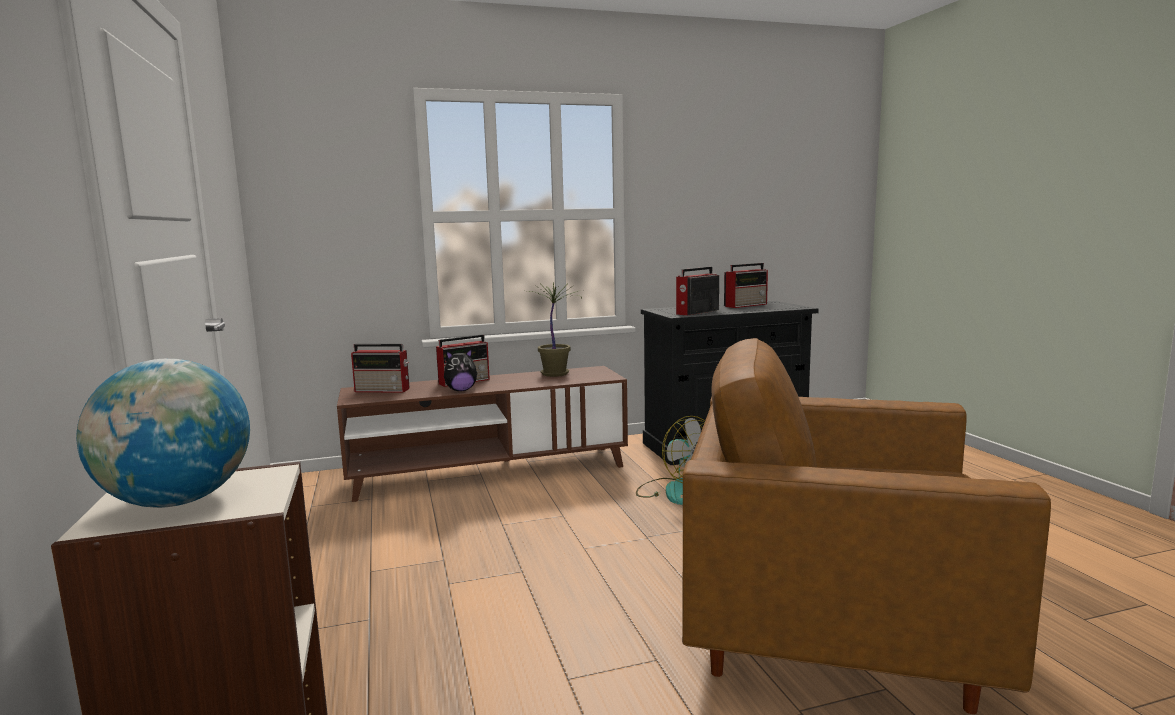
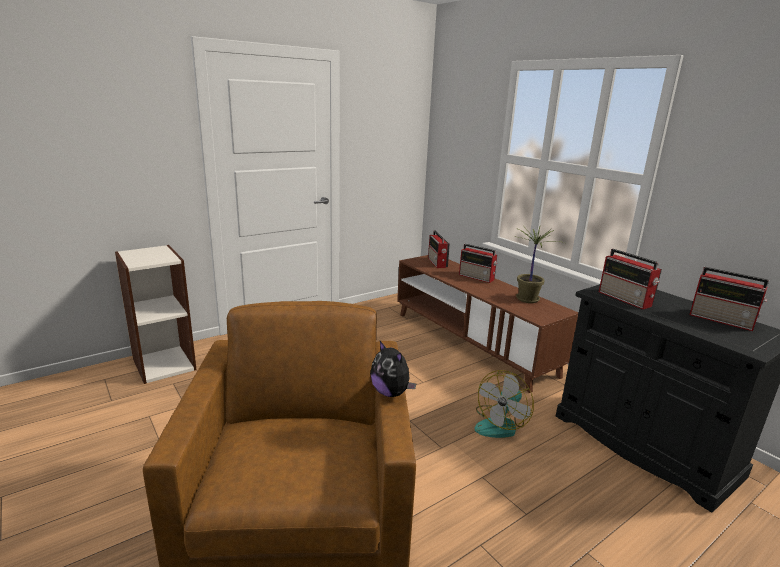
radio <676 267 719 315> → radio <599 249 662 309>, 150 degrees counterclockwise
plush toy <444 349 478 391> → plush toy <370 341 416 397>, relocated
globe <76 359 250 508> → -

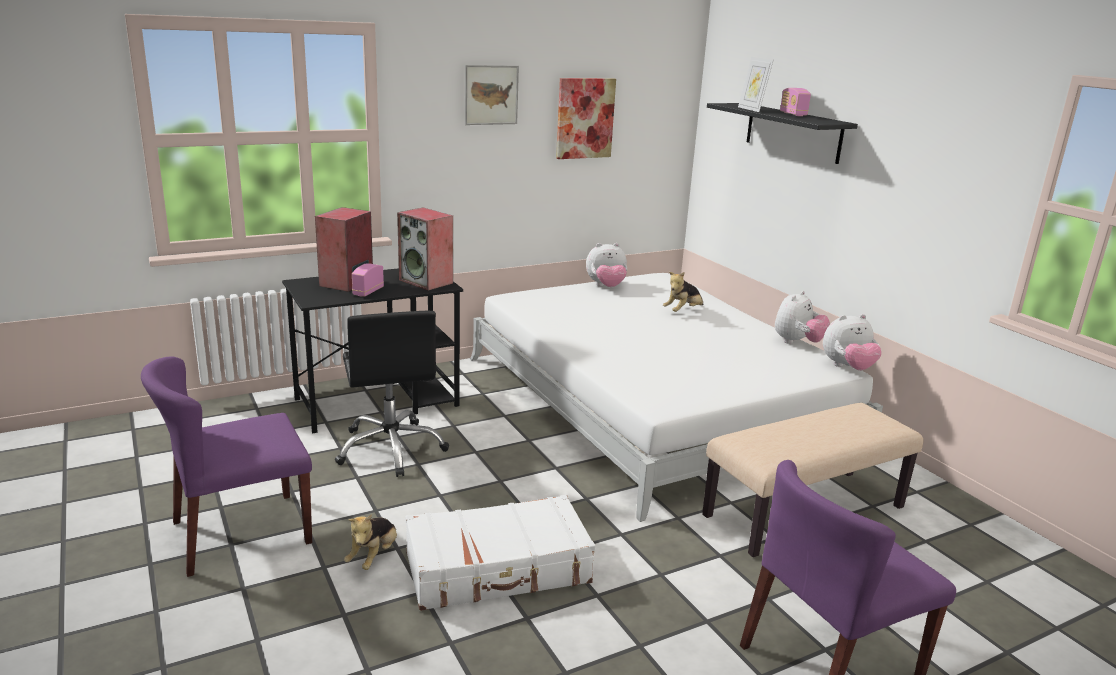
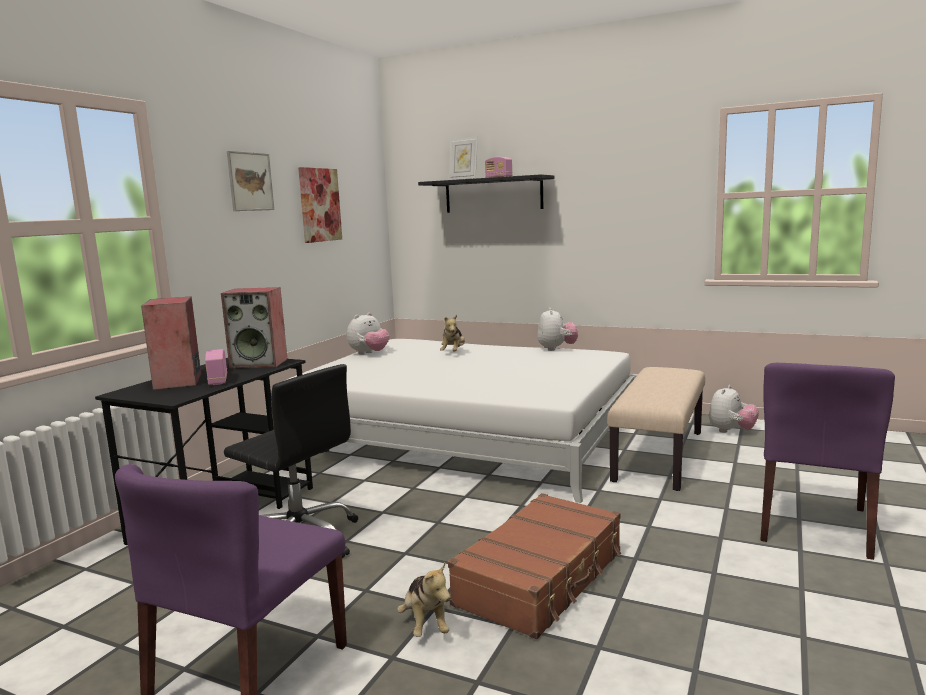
plush toy <823 314 882 370> → plush toy <709 385 759 433>, relocated
white suitcase <406 495 595 611> → brown suitcase <448 493 621 639>

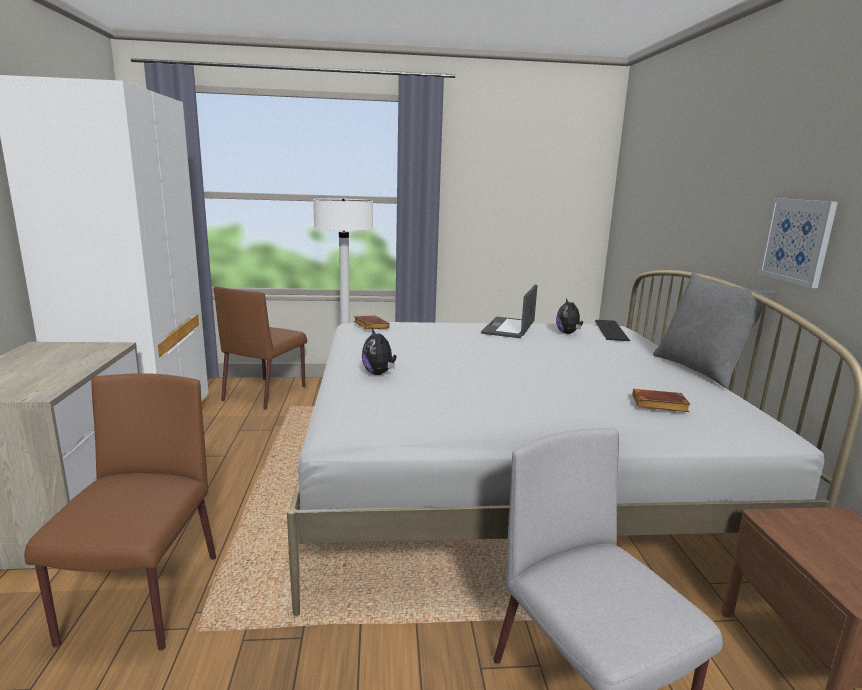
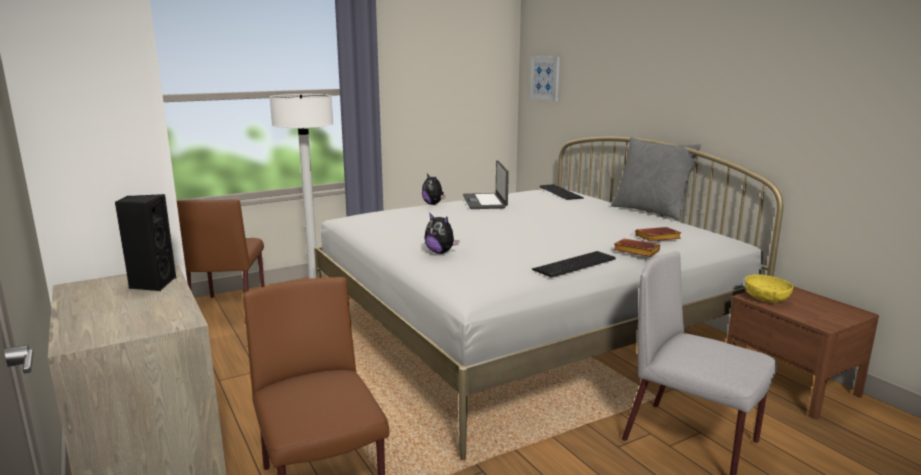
picture <758 198 838 288> → picture <530 56 560 101>, relocated
plush toy <556 298 583 334> → plush toy <422 174 445 205>, relocated
brown book <354 315 390 330> → brown book <613 239 660 257>, relocated
- → black speaker <115 194 176 291>
- → keyboard <532 251 616 278>
- → yellow bowl <745 274 793 303>

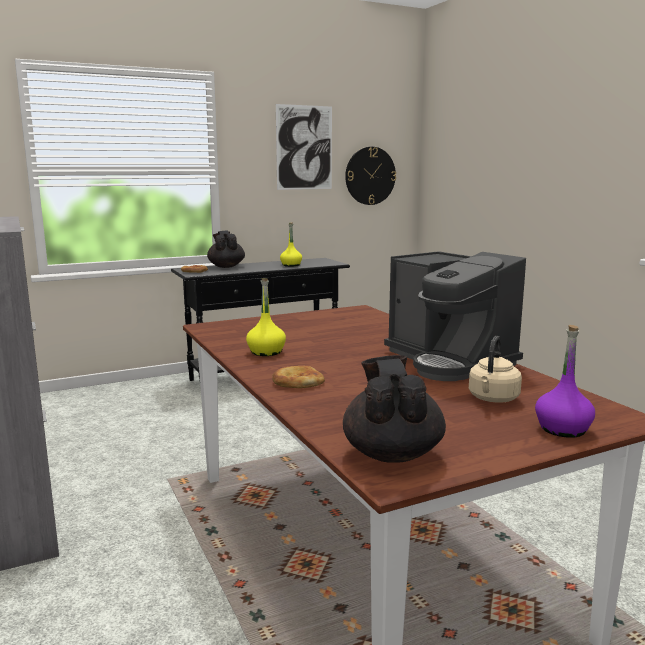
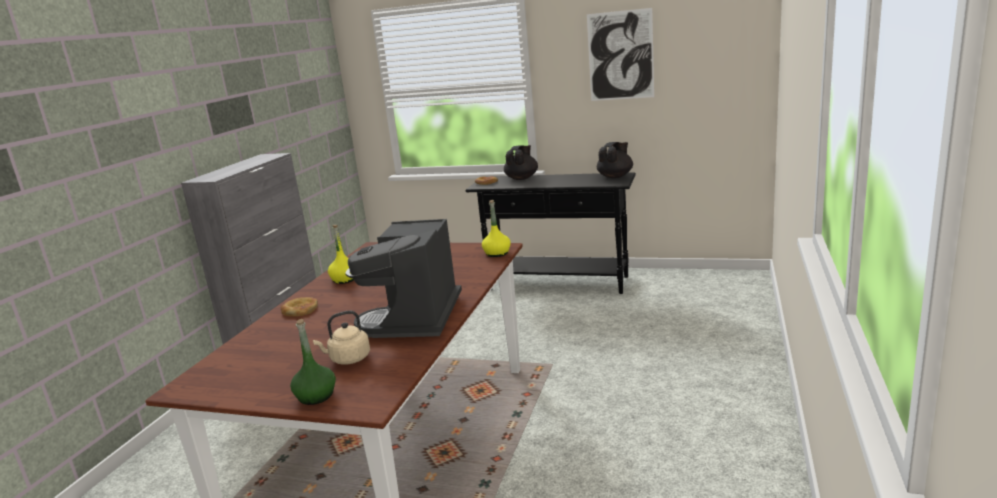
wall clock <345 147 396 205> → -
yellow bottle <280 222 302 267> → yellow bottle <482 200 511 257>, relocated
purple bottle <535 325 595 438> → green bottle <290 319 336 405>
black teapot <343 355 446 463> → black teapot <597 142 633 178>, relocated

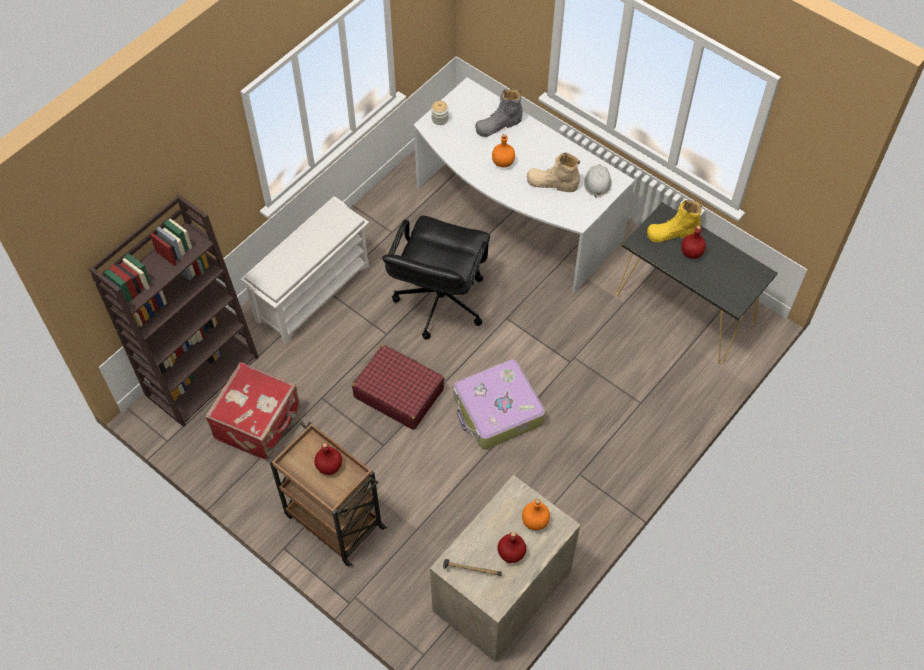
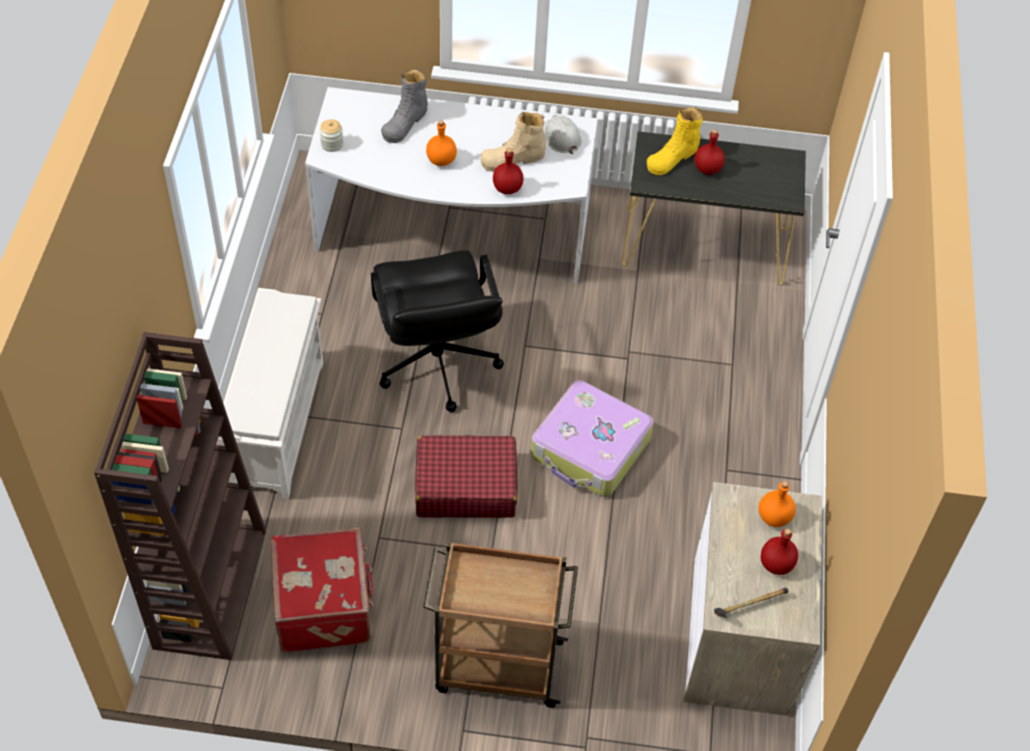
red bottle <314 443 342 475> → red bottle <493 148 523 194>, relocated

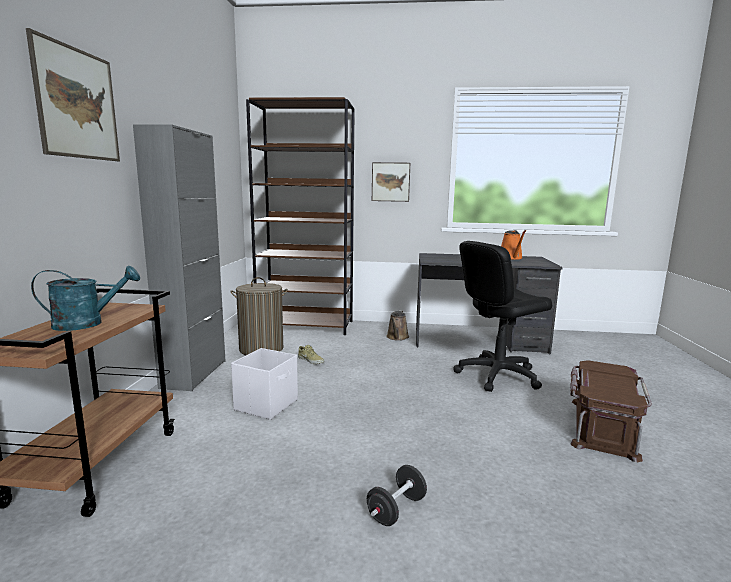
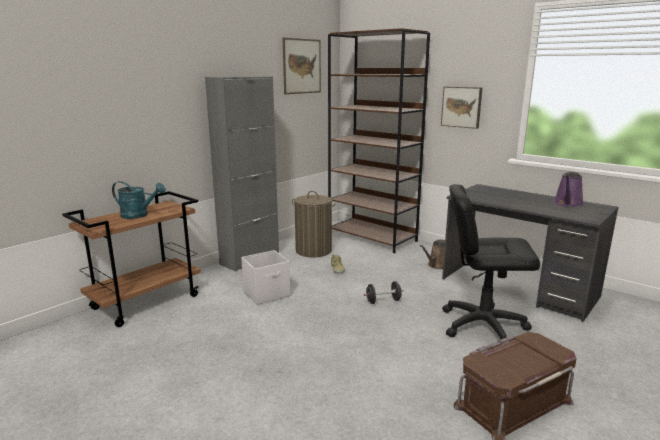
picture <26 28 120 161> → picture <283 38 321 94>, relocated
orange watering can <501 230 526 260> → purple watering can <553 172 584 207>
black dumbbell <367 465 427 526> → black dumbbell <364 281 404 304>, relocated

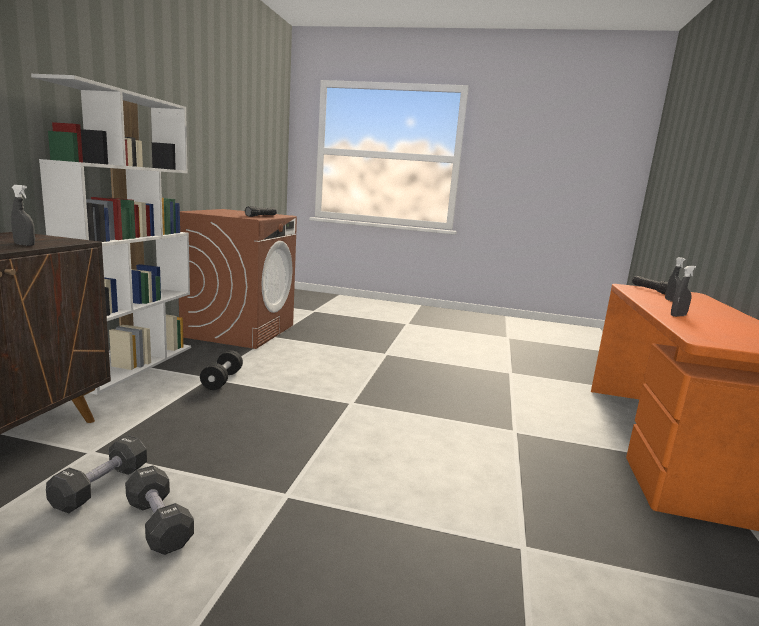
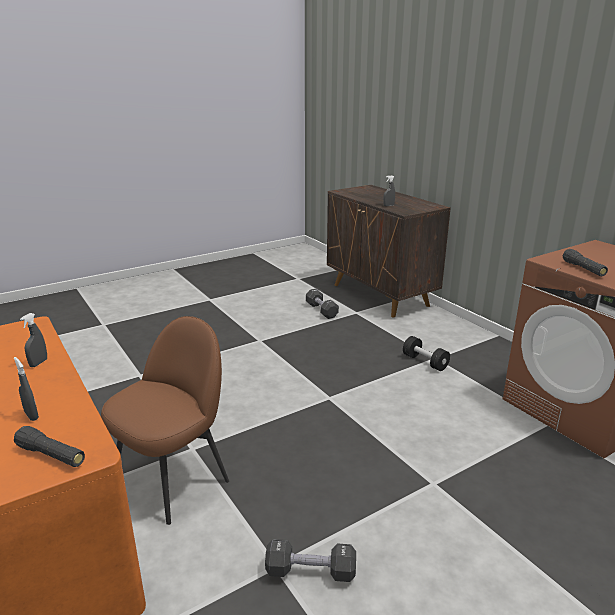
white bookcase <31 74 191 395> → -
black dumbbell <125 465 194 555> → black dumbbell <265 539 356 582>, relocated
- → brown chair <101 316 229 525>

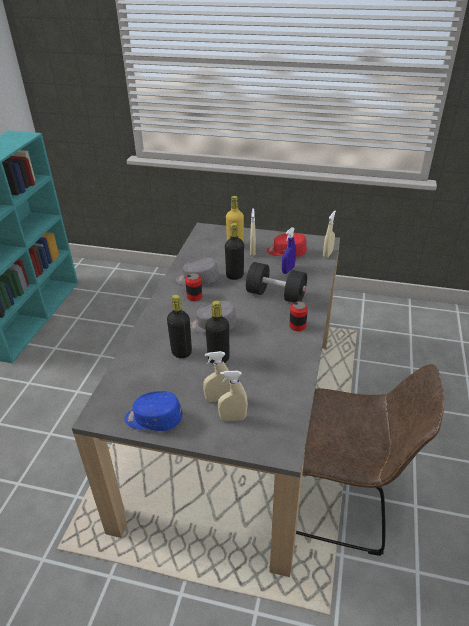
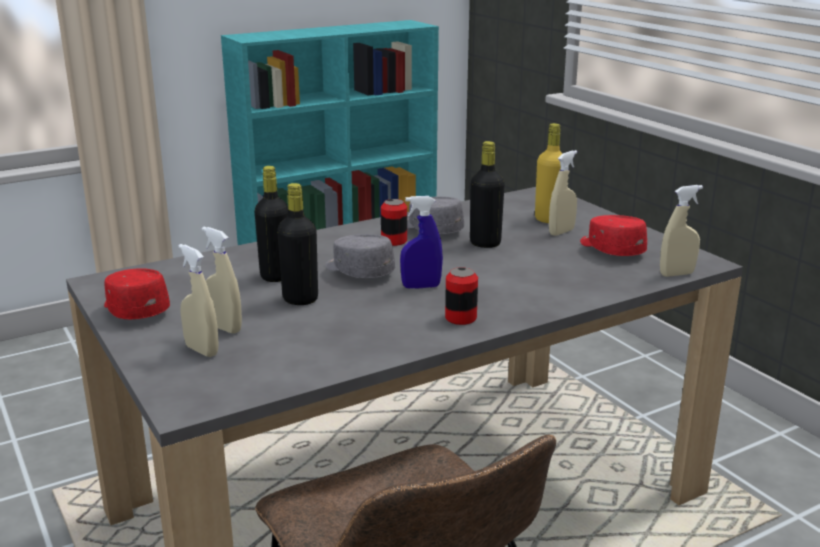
blue spray bottle <282 227 296 274> → blue spray bottle <400 196 443 289>, relocated
black dumbbell <246 262 307 303> → -
blue cap <125 391 182 431> → red cap <104 268 170 319>

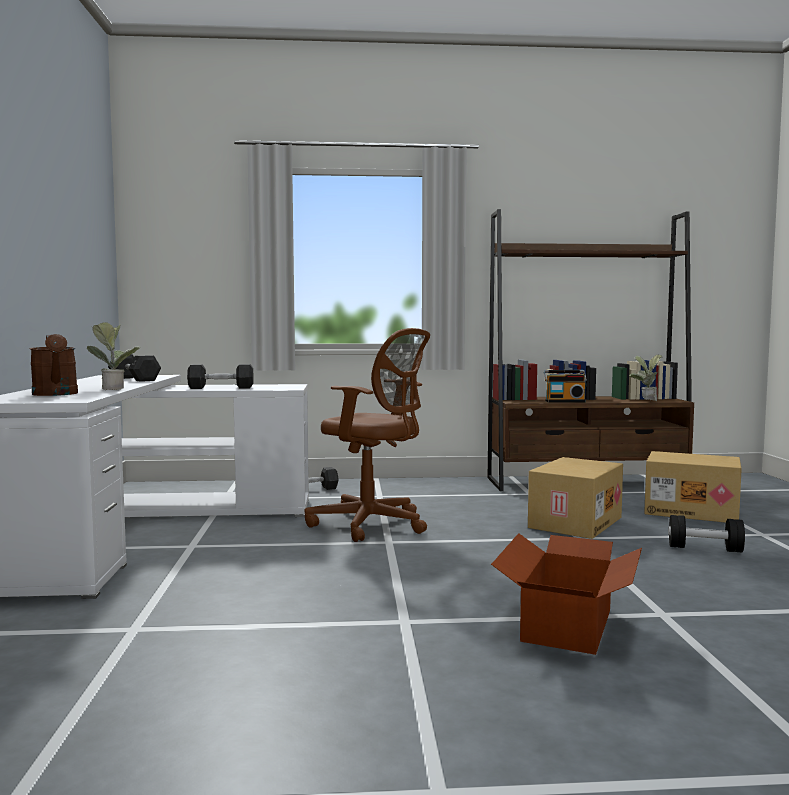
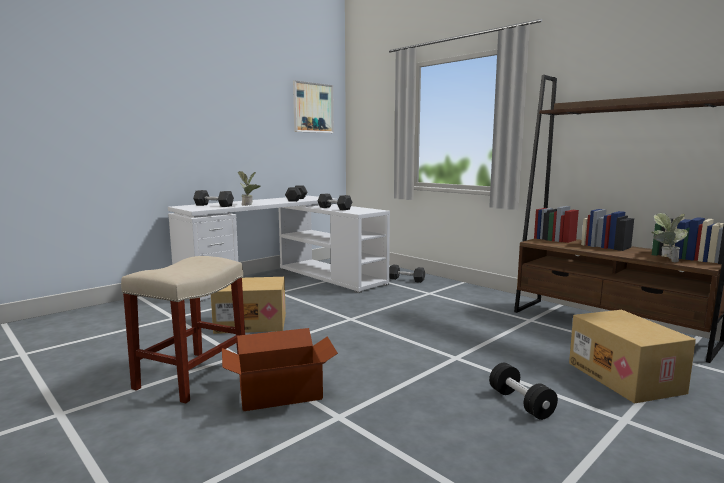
brown office chair <305 328 430 542> → -
brown watering can <30 334 78 396> → grey dumbbell <193 190 234 207>
radio <544 370 587 403> → -
cardboard box <528 457 623 539> → cardboard box <211 277 286 334>, relocated
- → picture <293 80 334 133>
- → beige stool <121 256 245 404>

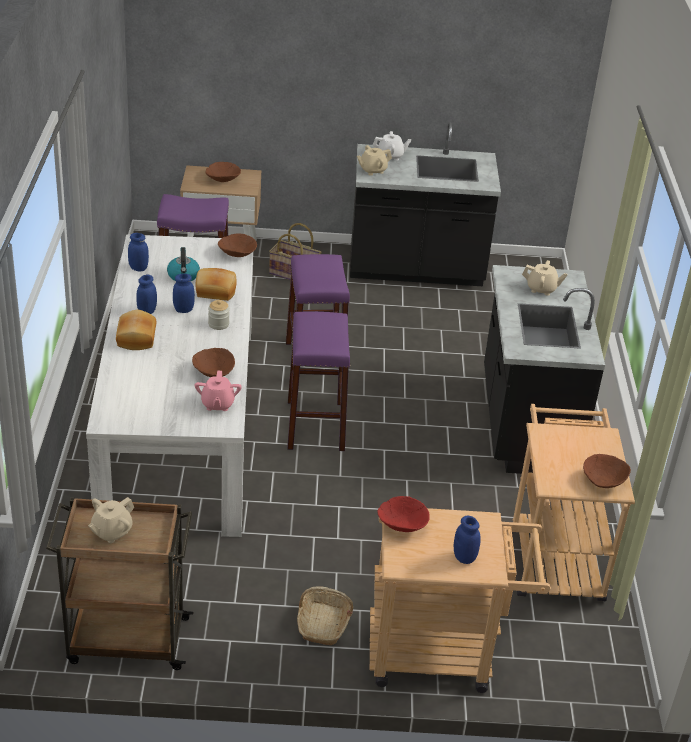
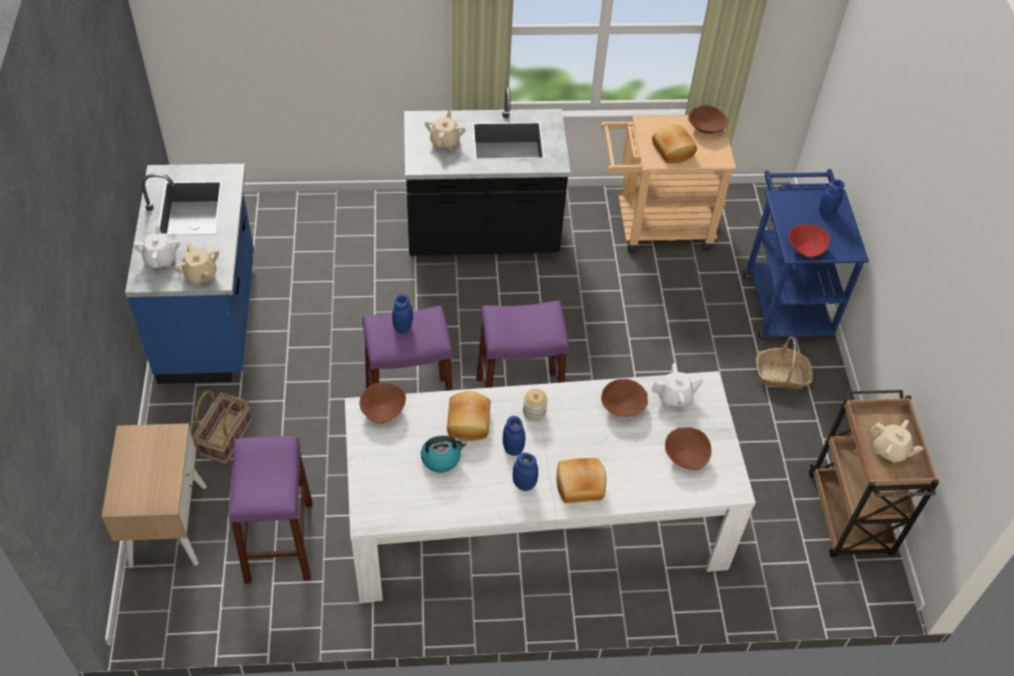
black counter <350 122 501 286> → blue counter <125 164 254 384>
brown bowl <206 162 241 182> → brown bowl <665 427 711 470>, relocated
blue jar <128 233 149 271> → blue jar <392 294 413 334>, relocated
pink teapot <194 370 242 411> → white teapot <652 363 704 406>
beige cart <370 508 550 693> → blue cart <743 169 869 339>
- → bread <652 123 697 163>

